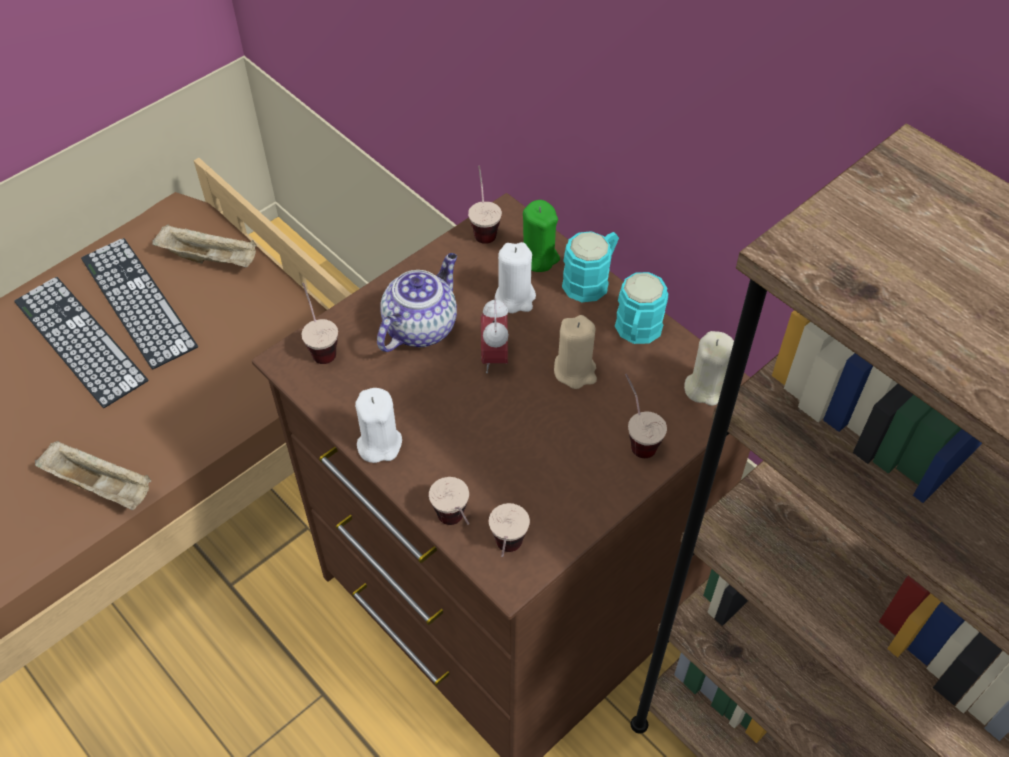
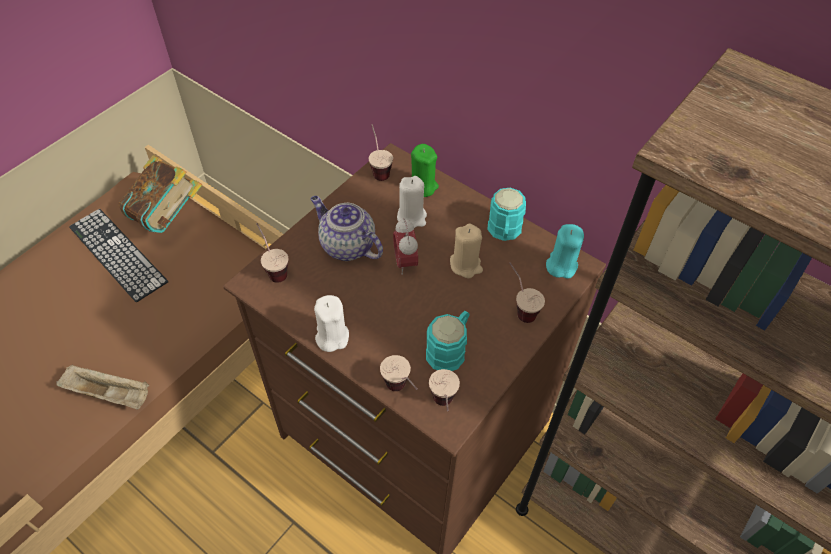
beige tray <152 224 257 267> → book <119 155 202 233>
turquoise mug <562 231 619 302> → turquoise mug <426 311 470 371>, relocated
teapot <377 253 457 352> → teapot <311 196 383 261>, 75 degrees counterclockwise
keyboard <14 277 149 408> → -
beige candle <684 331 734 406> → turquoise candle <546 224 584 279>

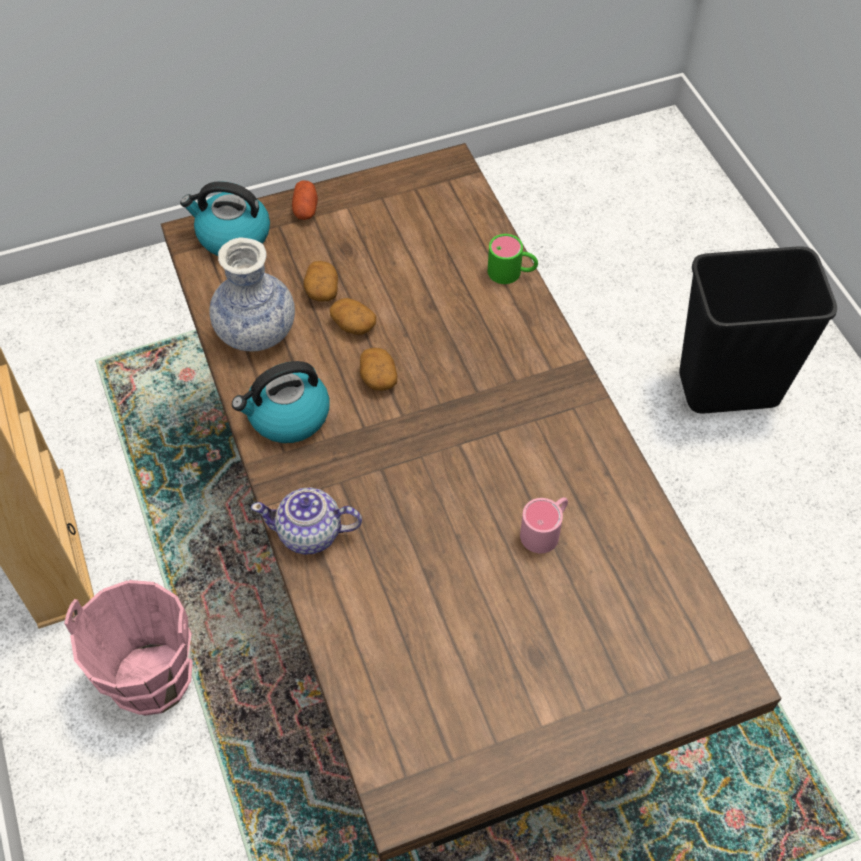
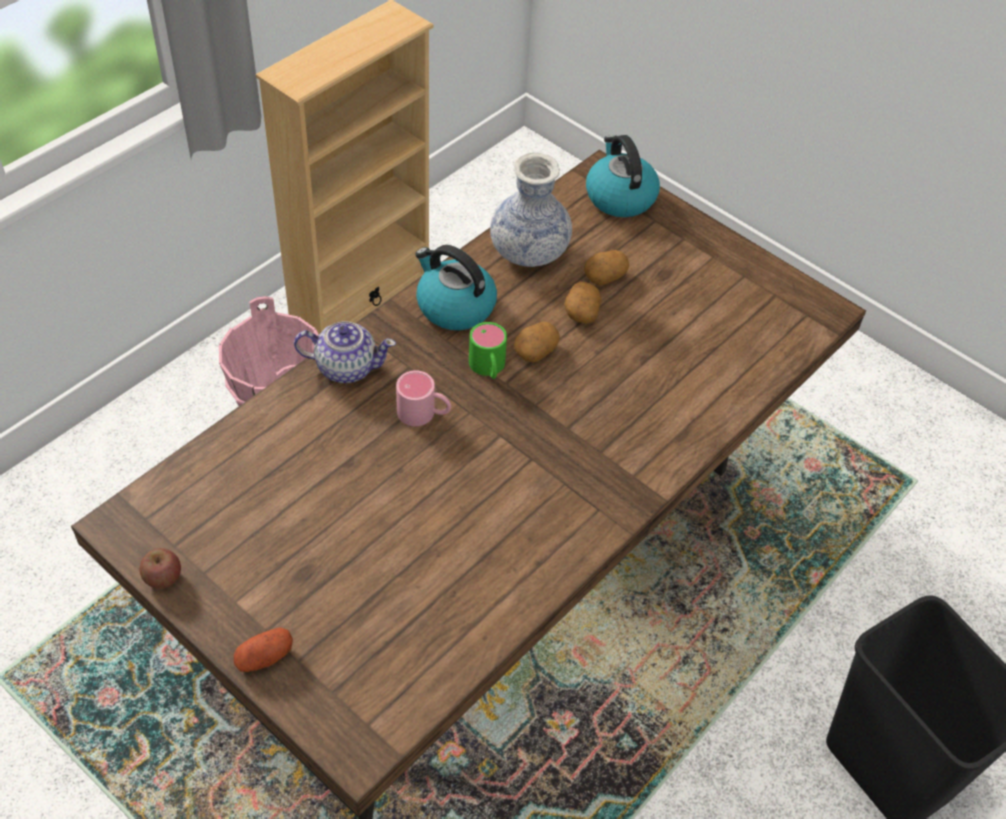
potato <292 181 318 220> → potato <234 627 293 672>, relocated
green mug <488 234 538 284> → green mug <469 322 507 379>, relocated
teapot <251 488 362 555> → teapot <294 321 396 383>, 120 degrees clockwise
pink mug <520 497 568 553> → pink mug <396 370 451 426>, relocated
- → apple <140 548 181 589>

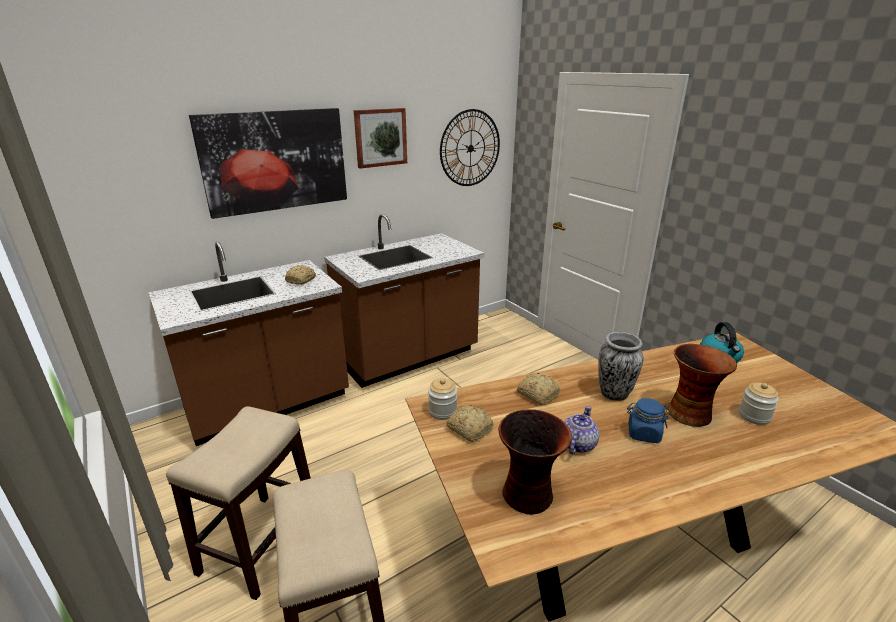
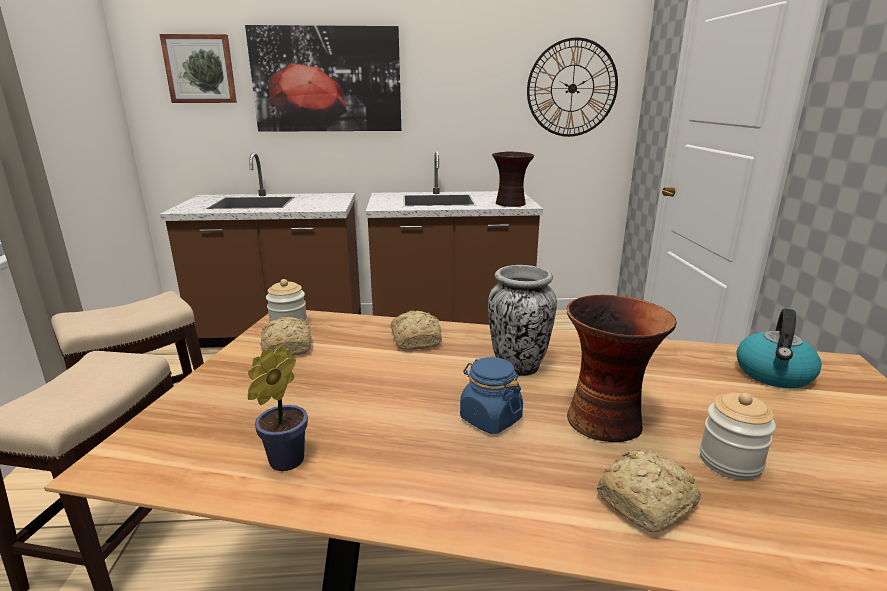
picture <354 108 407 169> → picture <159 34 237 103>, relocated
bread <285 265 316 285> → bread <597 449 701 532>, relocated
teapot <564 406 600 455> → -
vase <499 409 572 515> → vase <492 151 534 207>, relocated
- → potted plant <247 345 308 471>

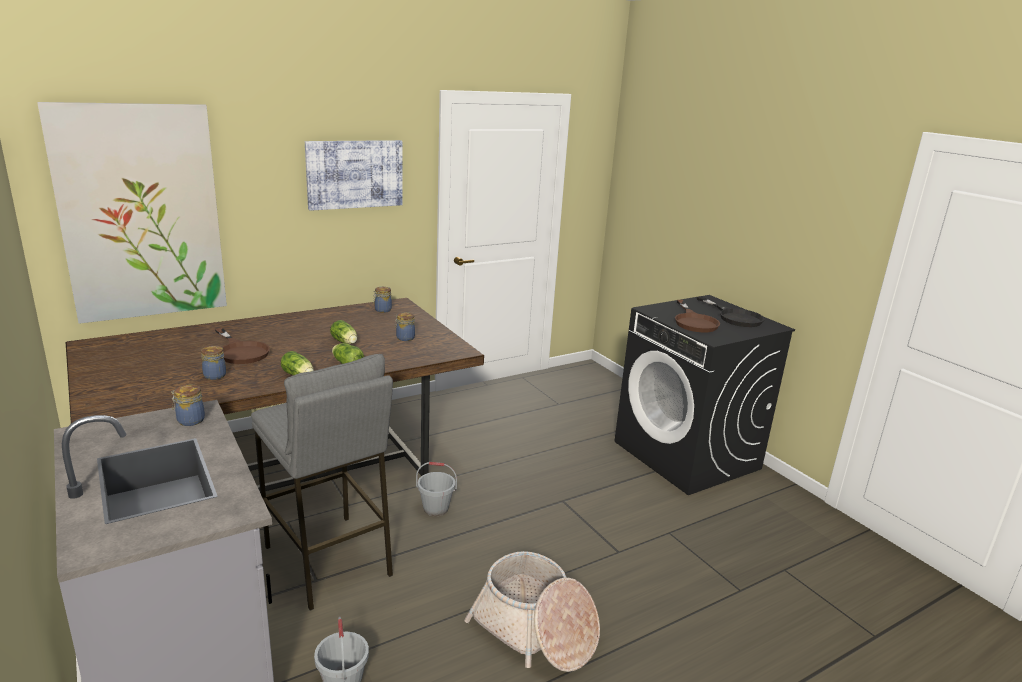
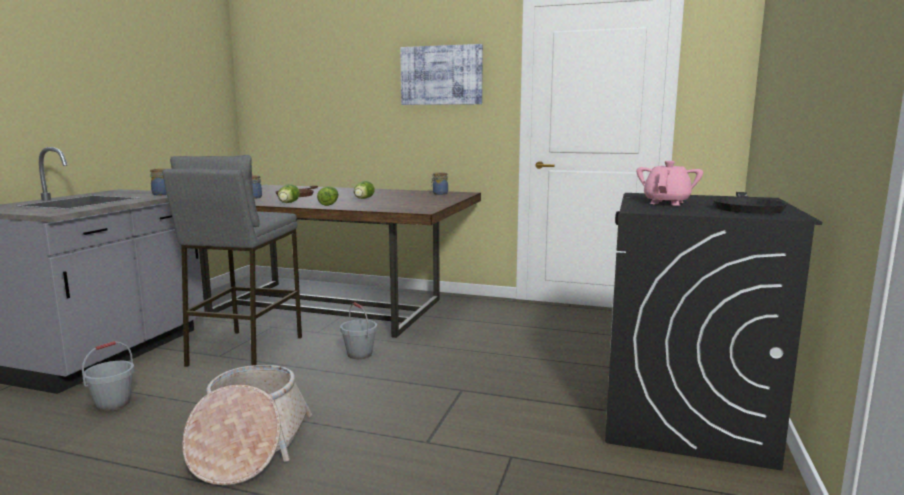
picture <37 102 227 324> → -
brown frying pan <675 300 720 333> → pink teapot <637 161 703 206>
jar <395 312 415 341> → -

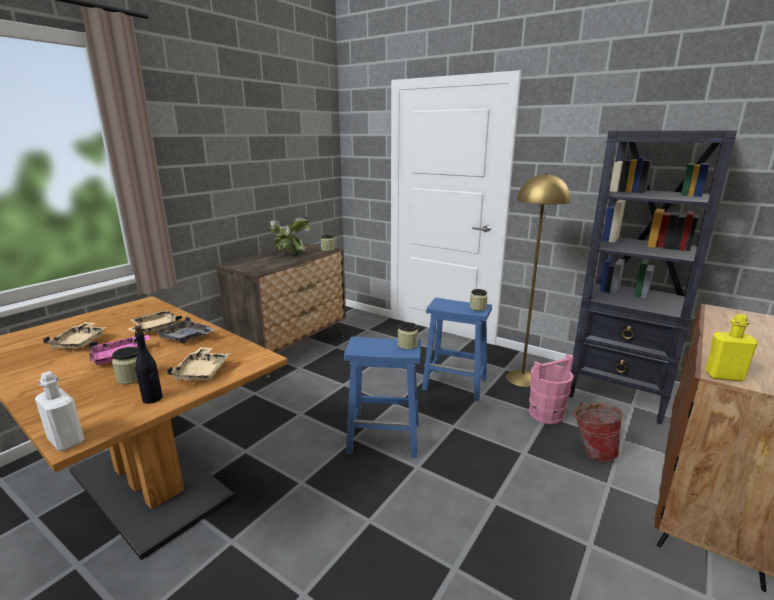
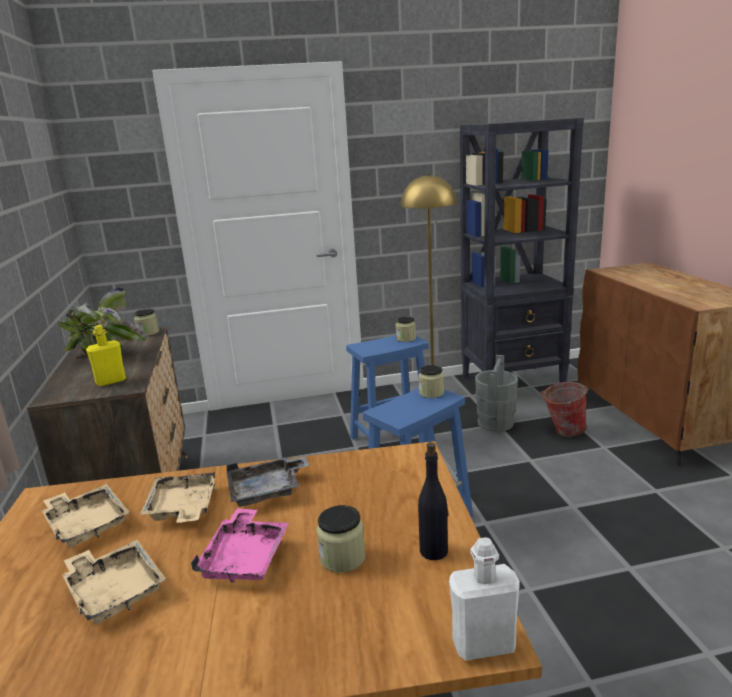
yellow bottle <705 314 758 382> → yellow bottle <86 325 126 386>, relocated
beige tray <167 347 230 382> → beige tray <41 484 130 548>, relocated
pink bucket <529 354 574 424> → grey bucket <475 355 518 432>

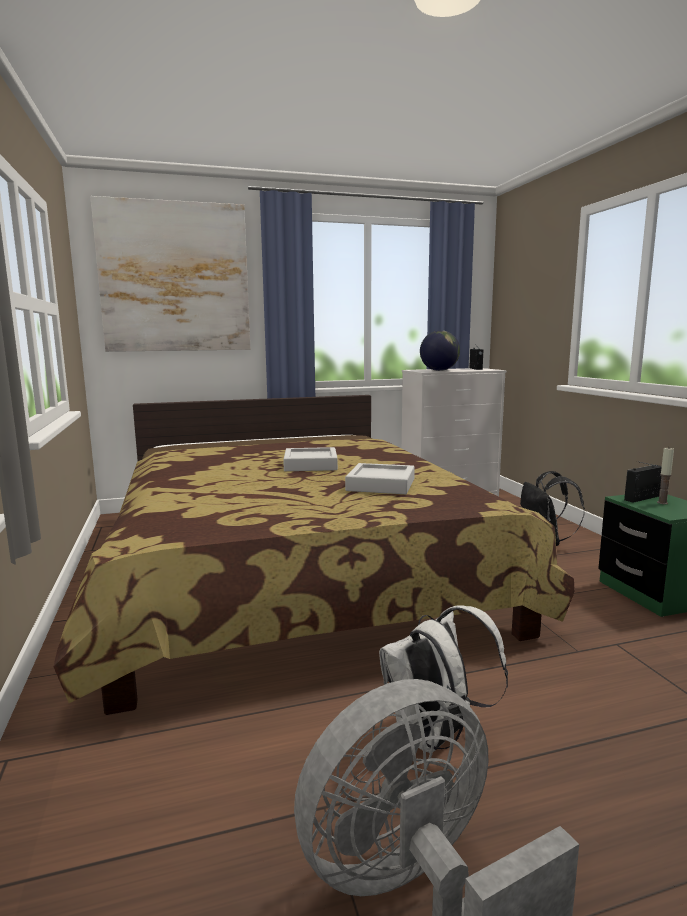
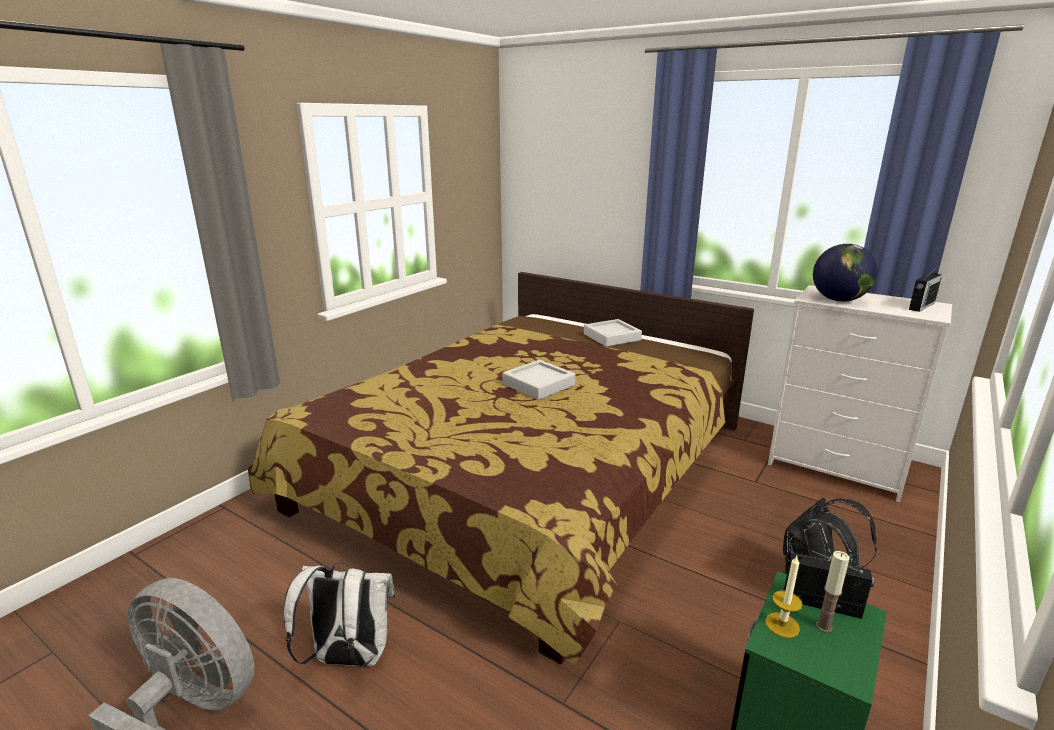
picture <90 196 250 352> → -
grey tray <345 463 415 494> → grey tray <584 319 642 347>, relocated
- → candle <765 556 803 638>

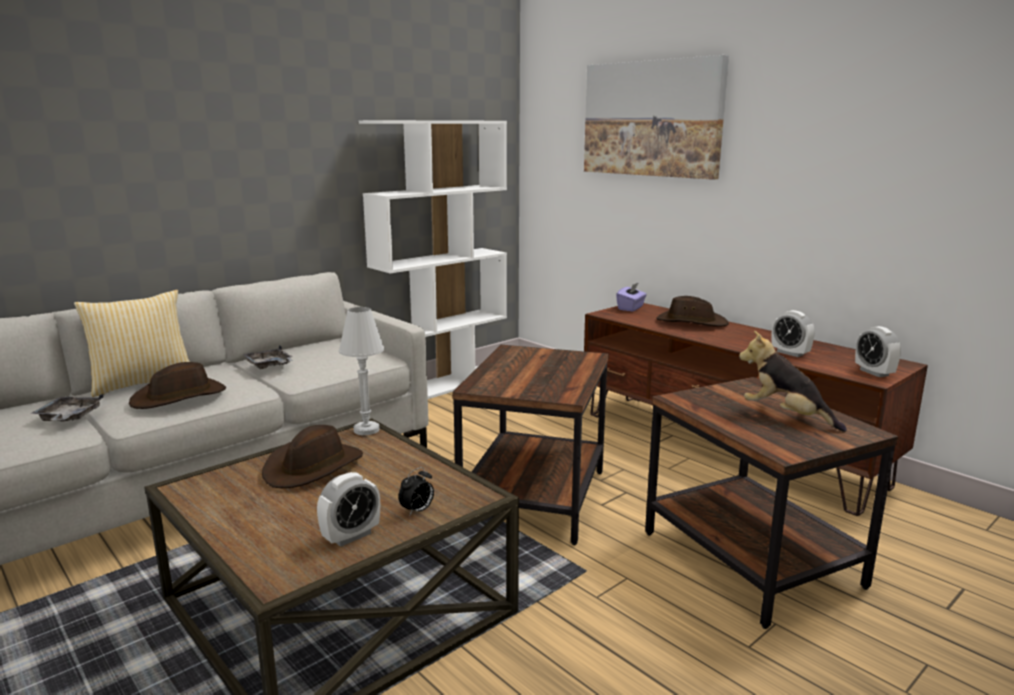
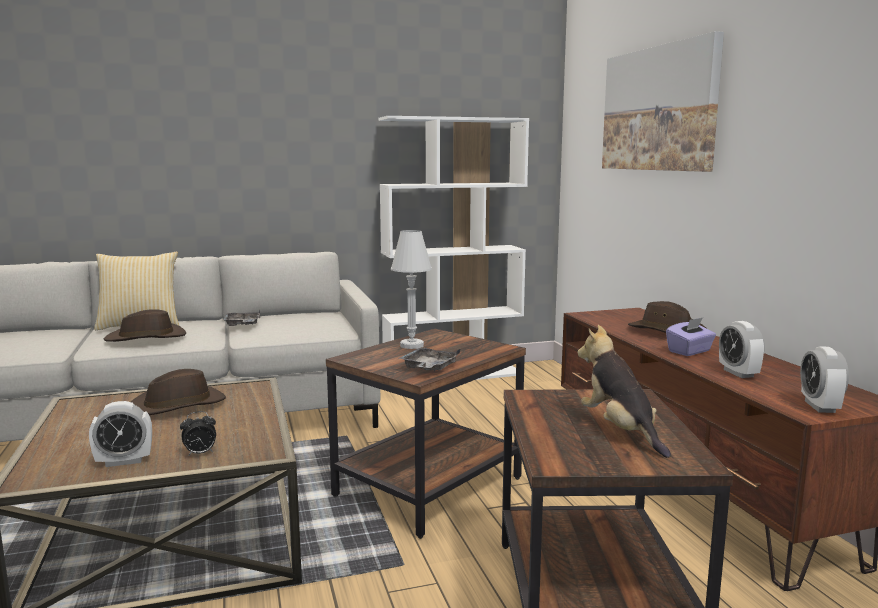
purple tissue box <616 282 647 312> → purple tissue box <666 318 716 356>, relocated
white table lamp <339 307 384 435> → white table lamp <391 230 432 349>, relocated
grey tray <30 393 104 421> → grey tray <399 348 460 371>, relocated

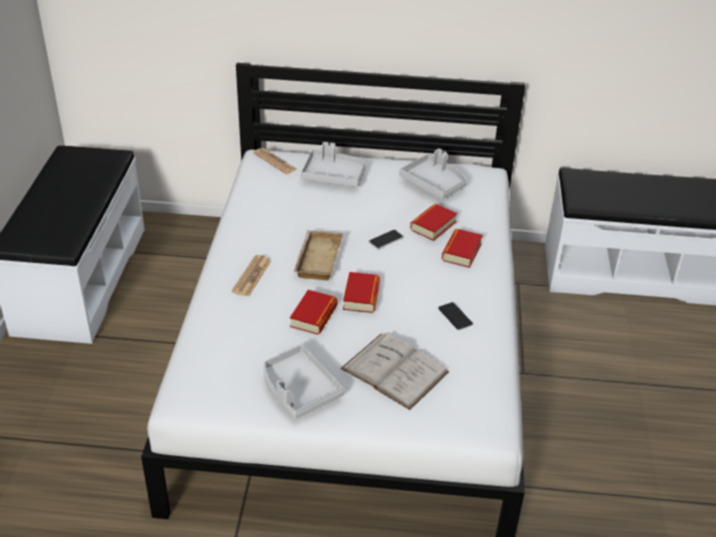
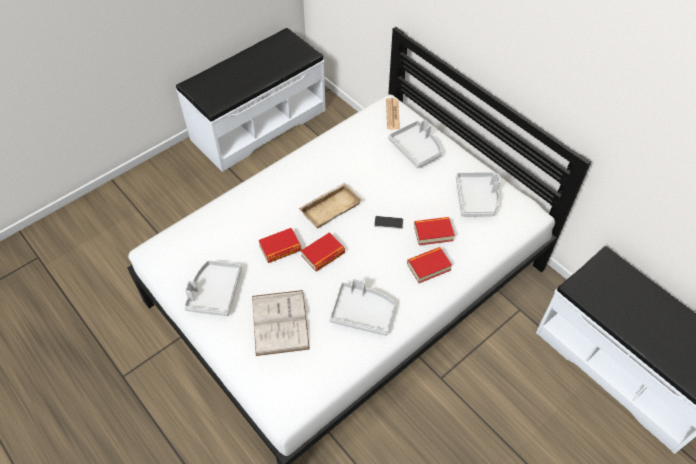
newspaper <232 255 271 297> → -
phone <438 302 473 330> → grey tray <329 278 395 336>

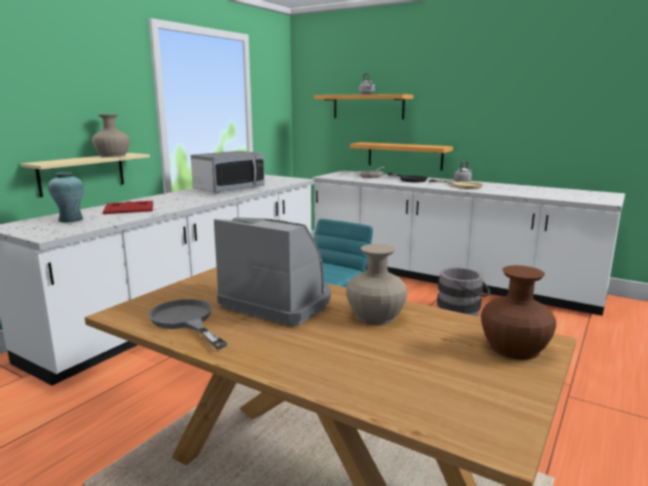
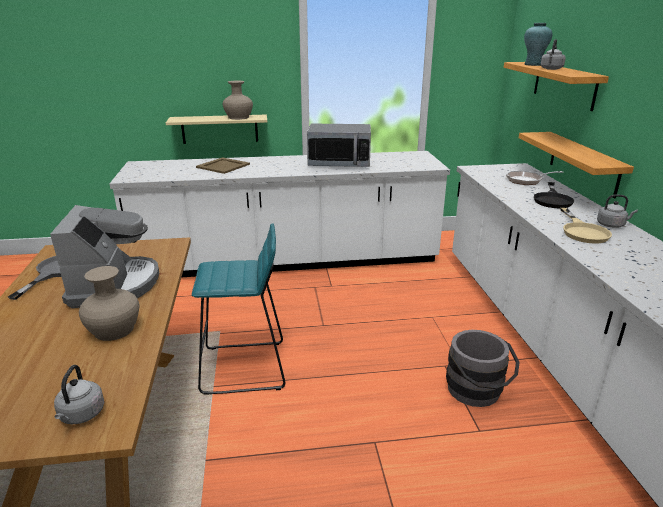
turquoise vase <48 172 84 222> → turquoise vase <524 23 552 66>, relocated
red tray <103 201 153 214> → beige tray <196 157 250 174>
brown vase <481 265 556 360> → grey kettle <54 365 104 424>

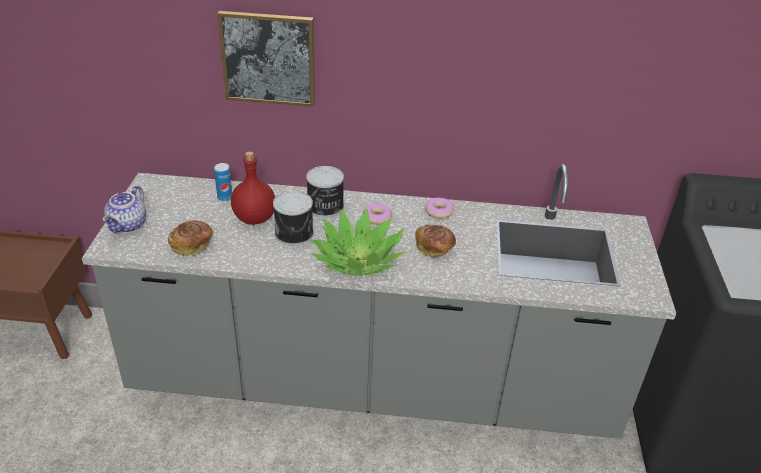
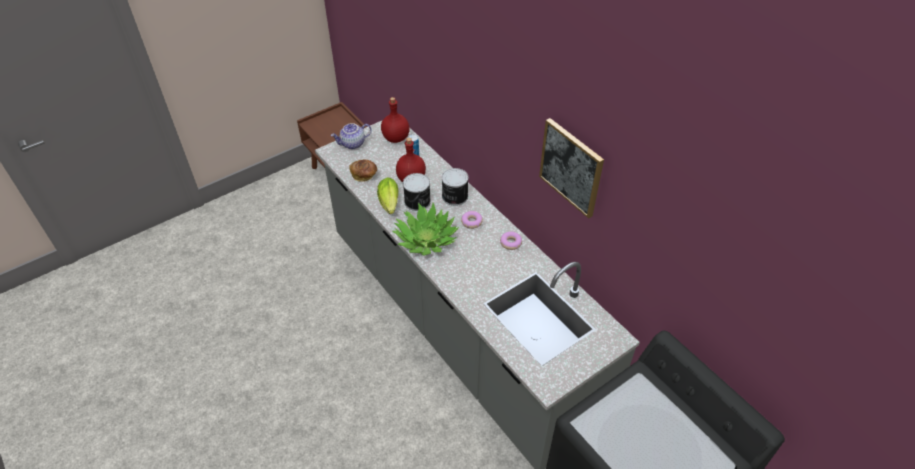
picture <217 11 315 107> → picture <539 118 604 219>, relocated
bread <415 225 456 257> → -
- → red bottle <381 97 410 143>
- → lettuce <377 178 398 214>

